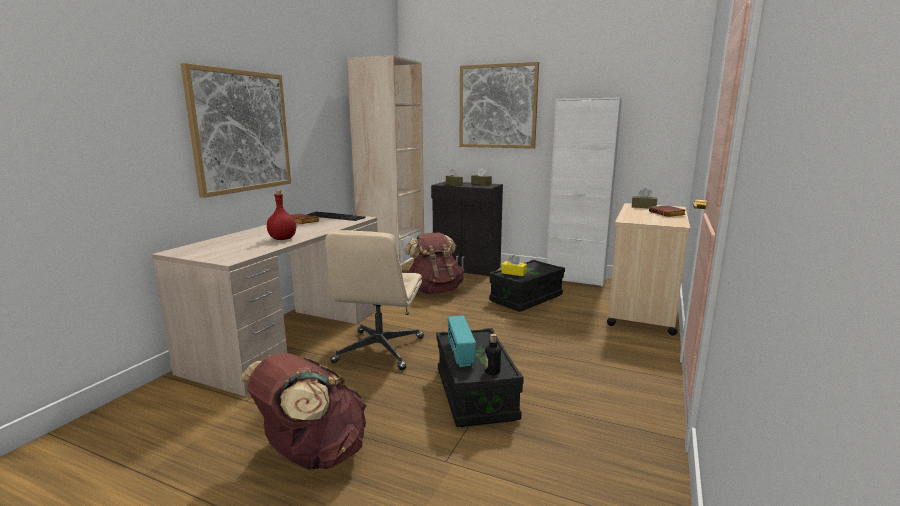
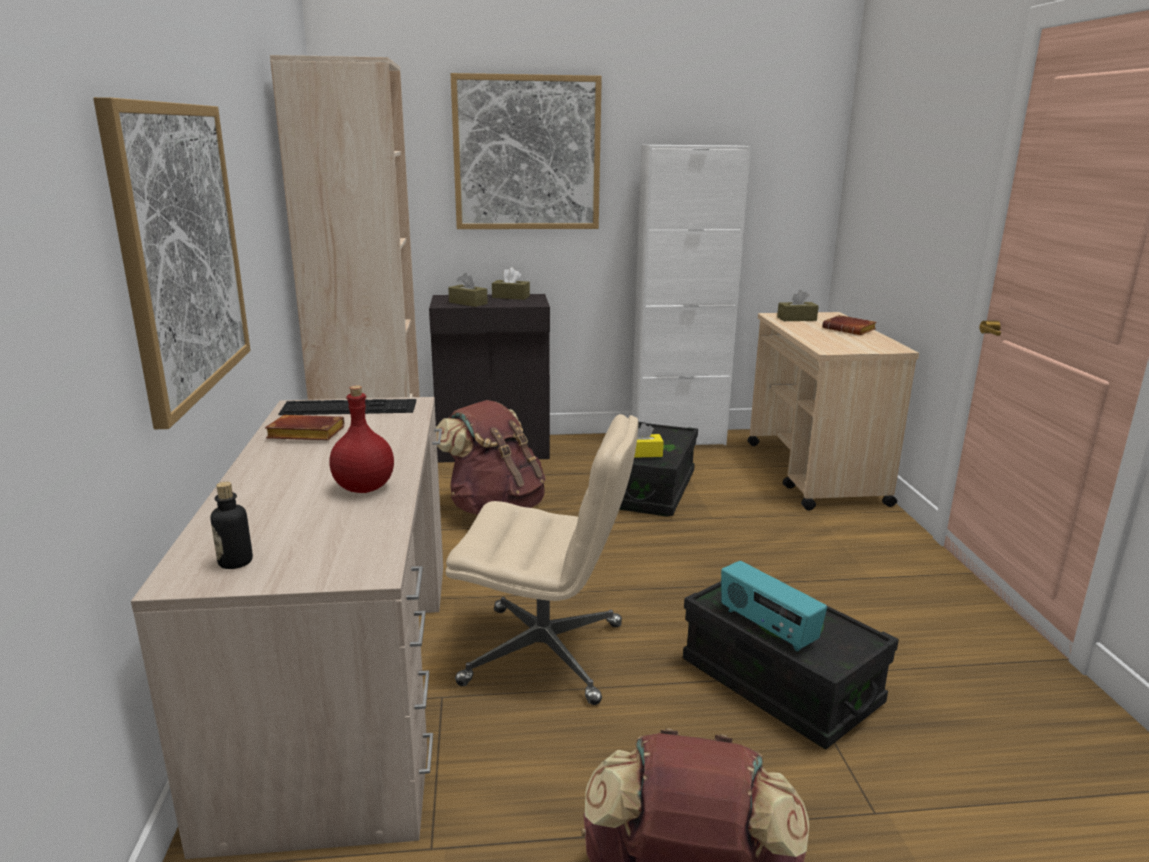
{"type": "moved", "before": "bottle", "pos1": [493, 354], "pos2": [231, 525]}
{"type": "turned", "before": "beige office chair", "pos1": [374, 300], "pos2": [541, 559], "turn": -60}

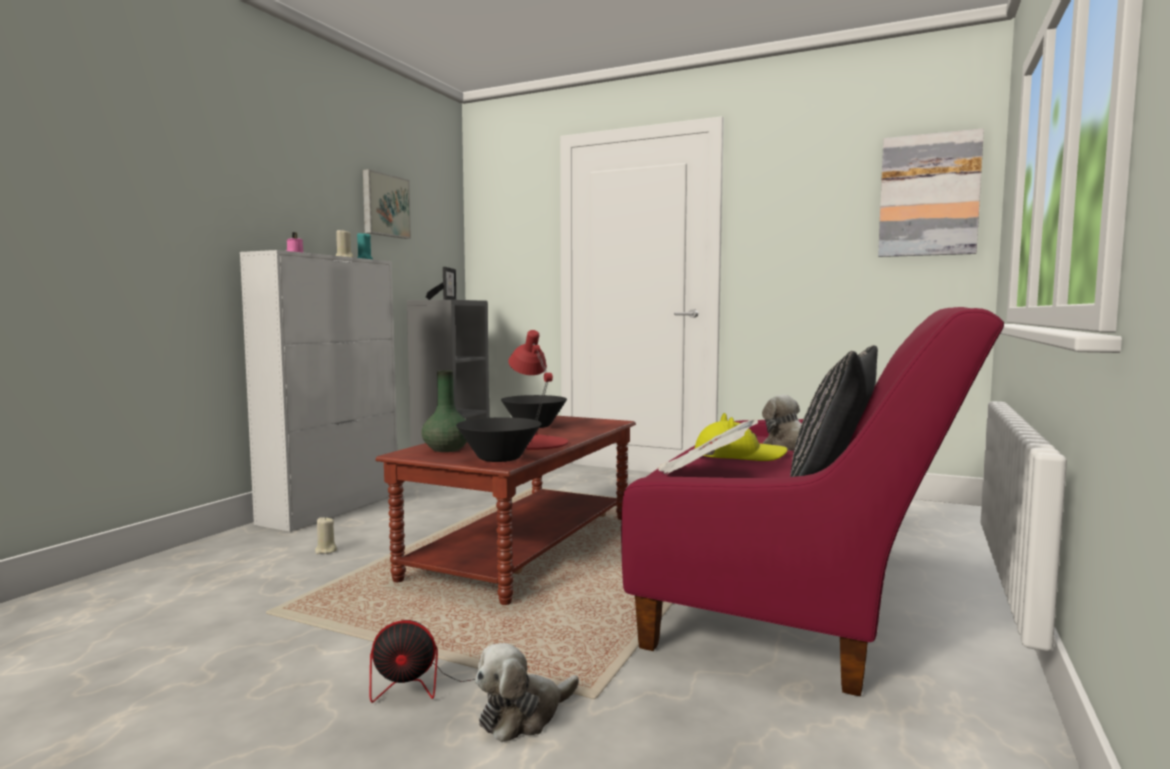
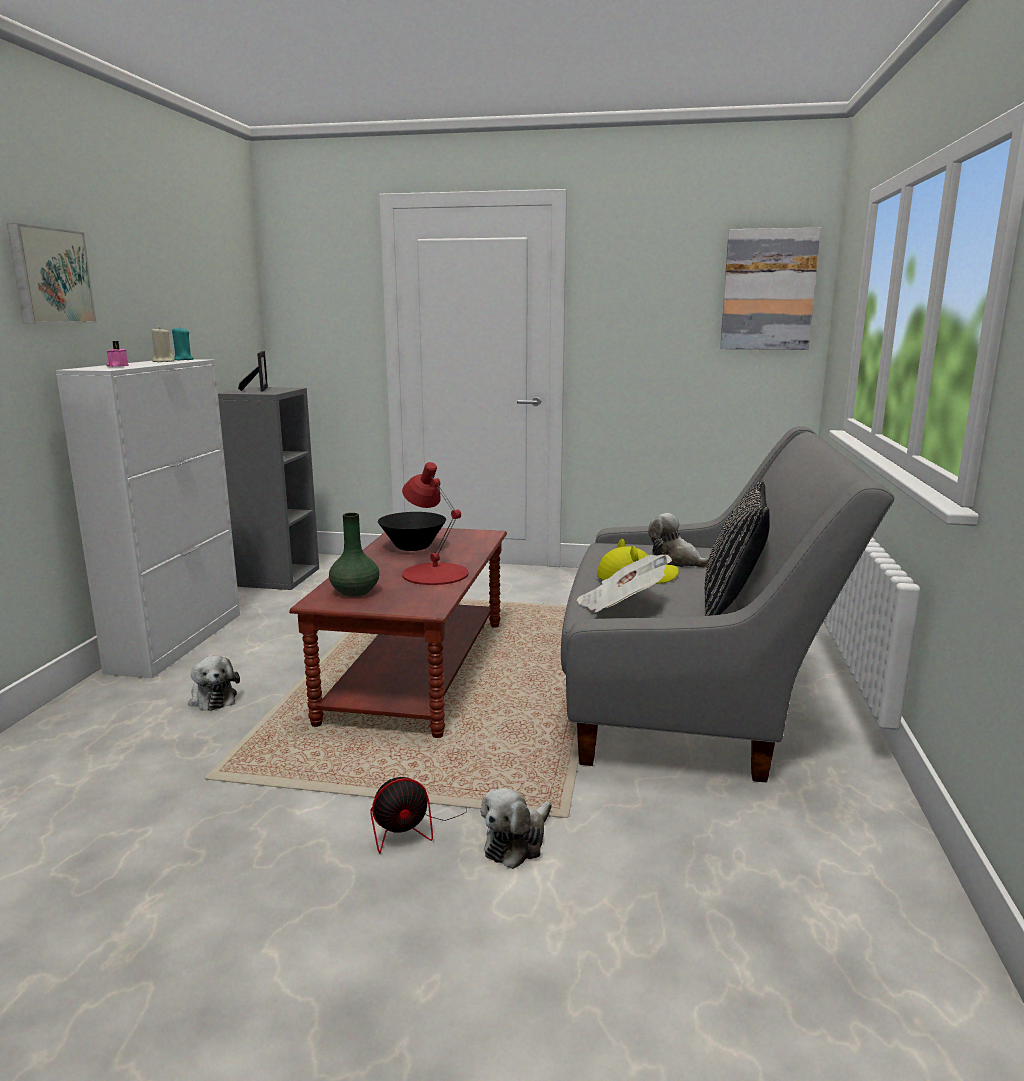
{"type": "removed", "before": "black bowl", "pos1": [498, 439]}
{"type": "moved", "before": "picture", "pos1": [387, 204], "pos2": [52, 273]}
{"type": "replaced", "before": "beige candle", "after": "plush toy", "pos1": [326, 535], "pos2": [214, 683]}
{"type": "recoloured", "before": "red sofa", "after": "grey sofa", "pos1": [812, 501], "pos2": [728, 604]}

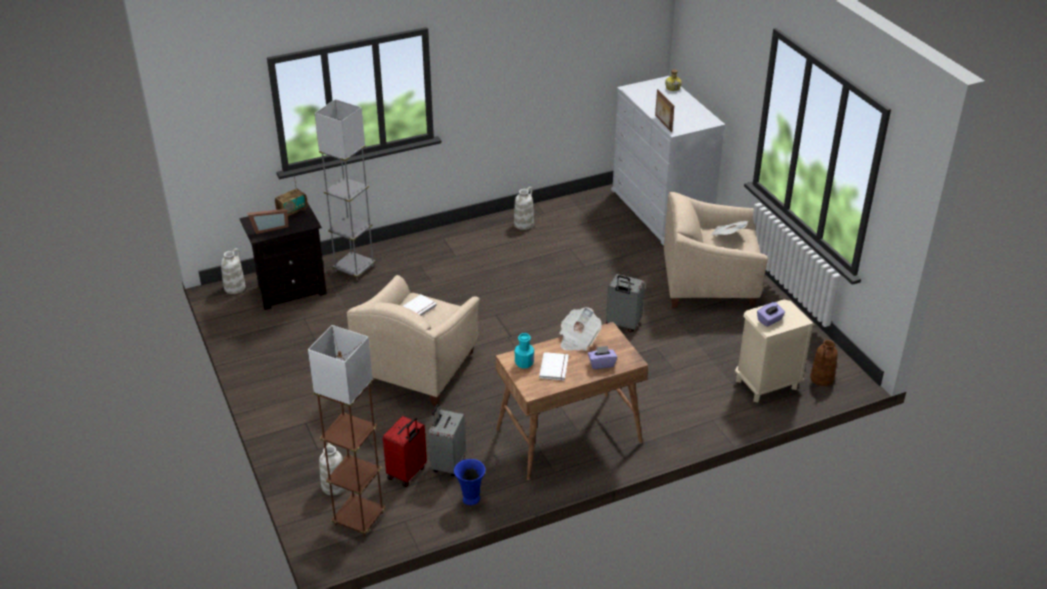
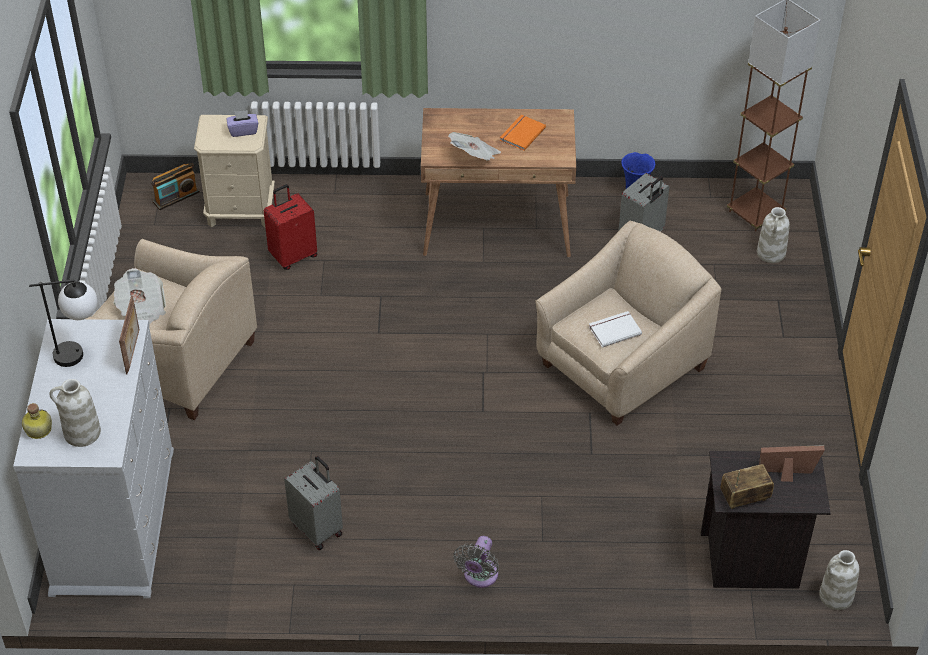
{"type": "removed", "before": "grey floor lamp", "pos1": [345, 189]}
{"type": "removed", "before": "turquoise bottle", "pos1": [524, 350]}
{"type": "removed", "before": "purple tissue box", "pos1": [602, 357]}
{"type": "added", "after": "table lamp", "pos2": [63, 323]}
{"type": "added", "after": "grey fan", "pos2": [476, 562]}
{"type": "moved", "before": "red suitcase", "pos1": [405, 451], "pos2": [290, 227]}
{"type": "moved", "before": "white vase", "pos1": [524, 208], "pos2": [75, 413]}
{"type": "moved", "before": "grey suitcase", "pos1": [625, 303], "pos2": [313, 503]}
{"type": "replaced", "before": "brown vase", "after": "radio", "pos1": [824, 363], "pos2": [176, 186]}
{"type": "recoloured", "before": "white book", "after": "orange book", "pos1": [554, 366], "pos2": [523, 133]}

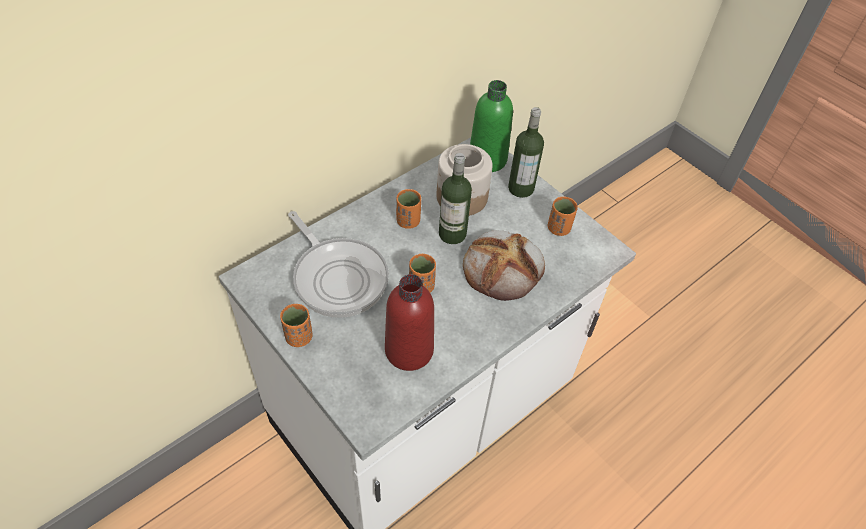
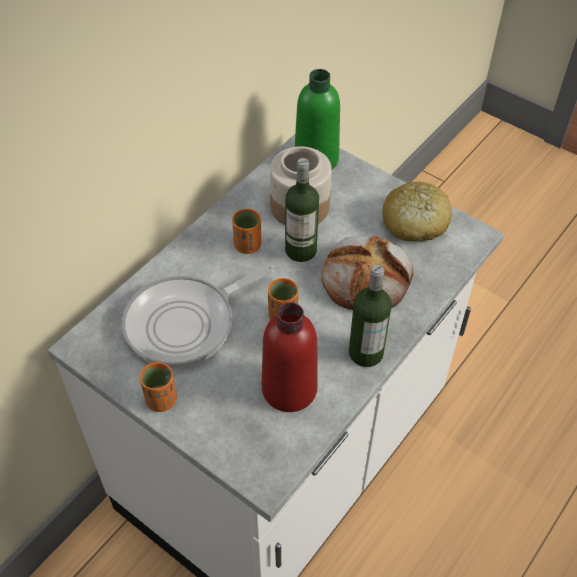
{"type": "moved", "before": "bottle", "pos1": [526, 152], "pos2": [370, 315]}
{"type": "replaced", "before": "orange cup", "after": "bread", "pos1": [563, 216], "pos2": [417, 211]}
{"type": "turned", "before": "frying pan", "pos1": [338, 264], "pos2": [198, 316], "turn": 105}

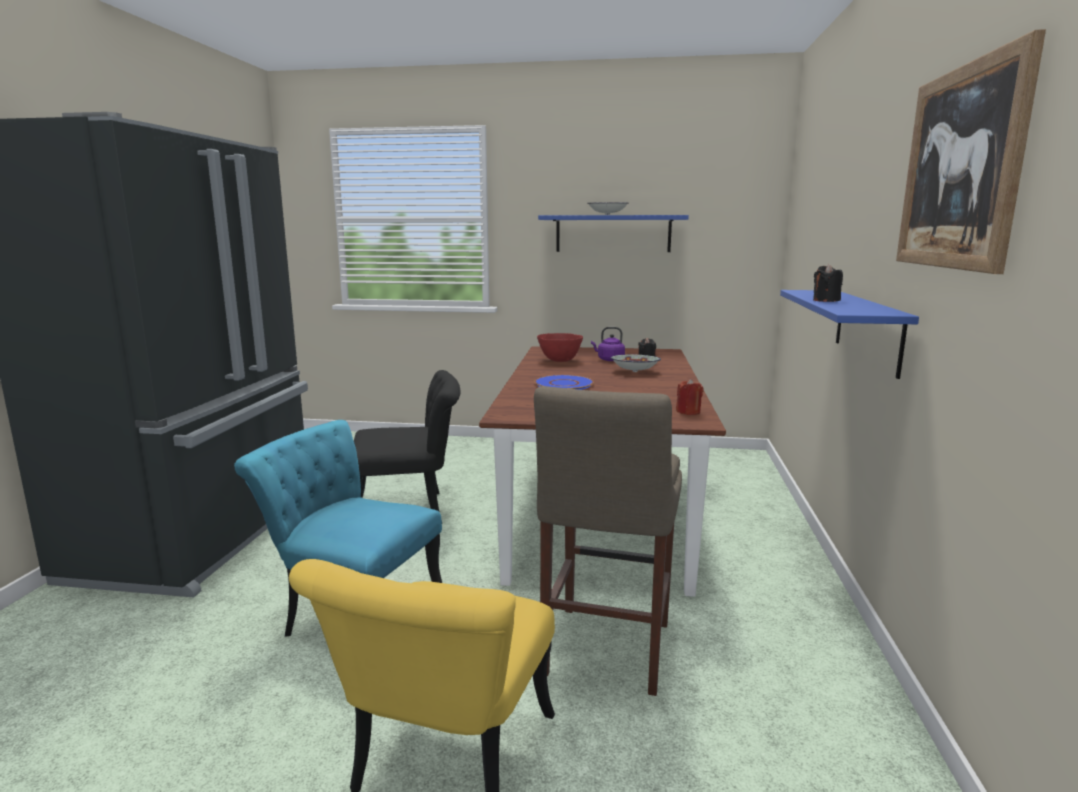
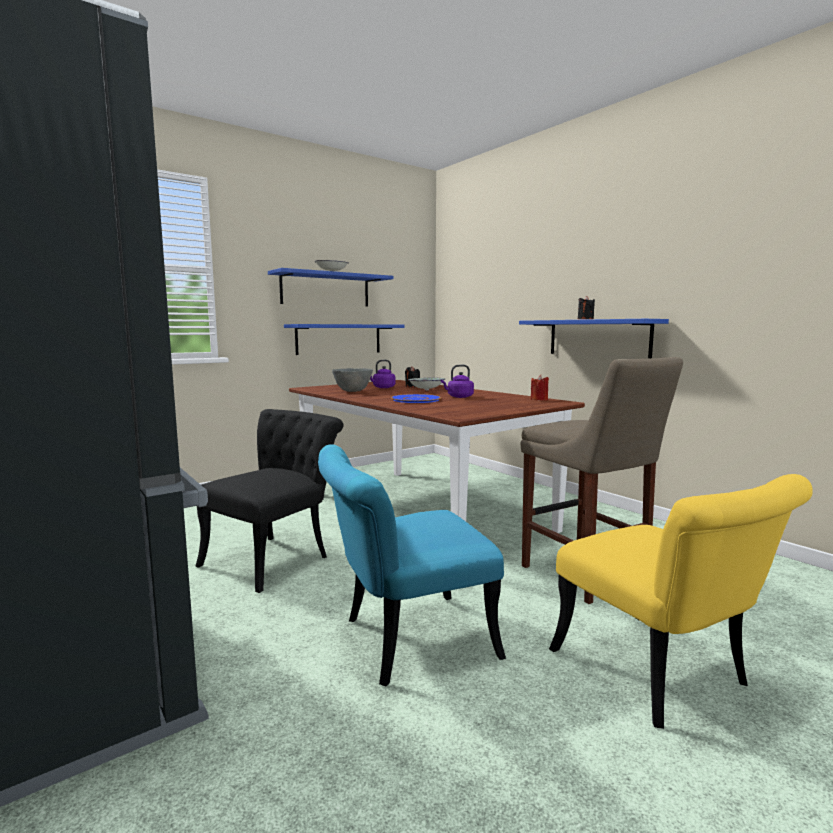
{"type": "removed", "before": "picture", "pos1": [971, 151]}
{"type": "added", "after": "blue shelf", "pos2": [344, 339]}
{"type": "added", "after": "purple kettle", "pos2": [457, 381]}
{"type": "recoloured", "before": "red bowl", "after": "grey bowl", "pos1": [560, 347], "pos2": [352, 380]}

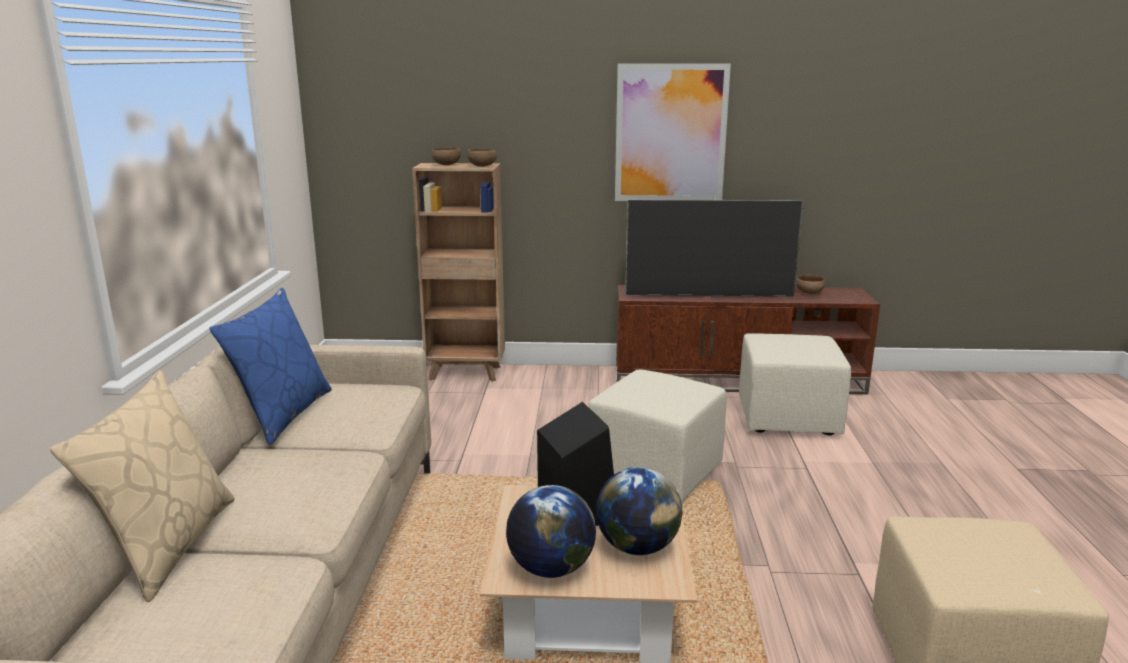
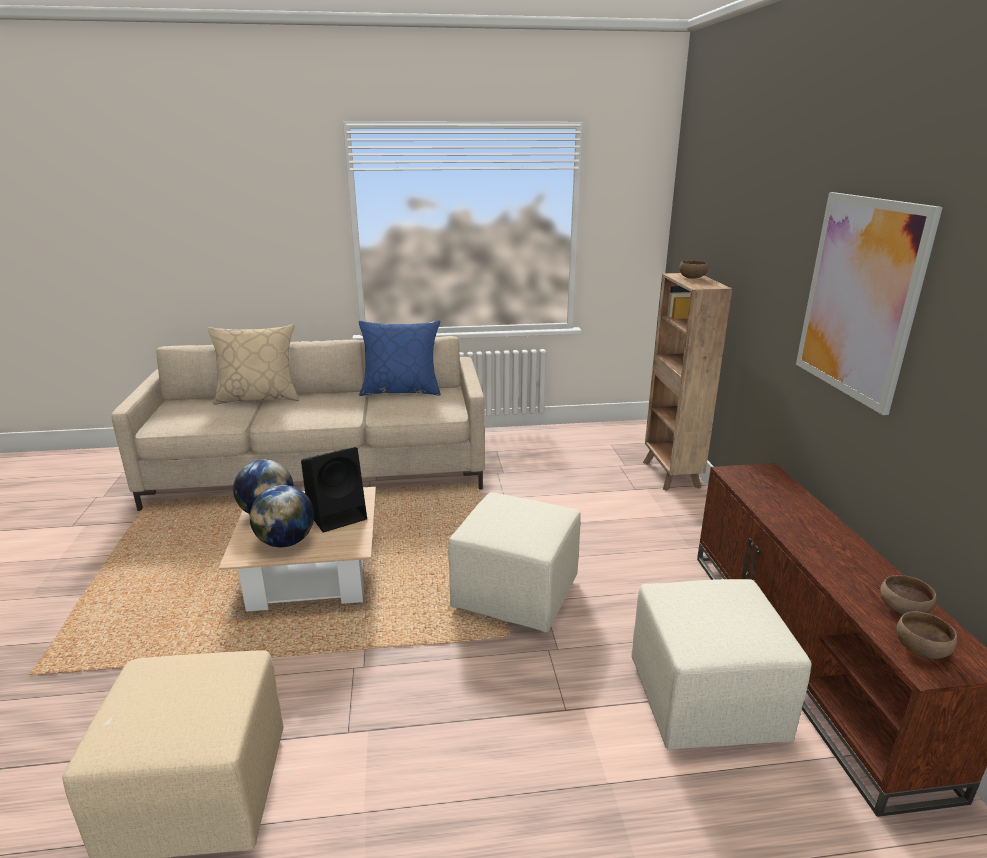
{"type": "removed", "before": "television", "pos1": [714, 247]}
{"type": "moved", "before": "brown bowl", "pos1": [482, 158], "pos2": [926, 635]}

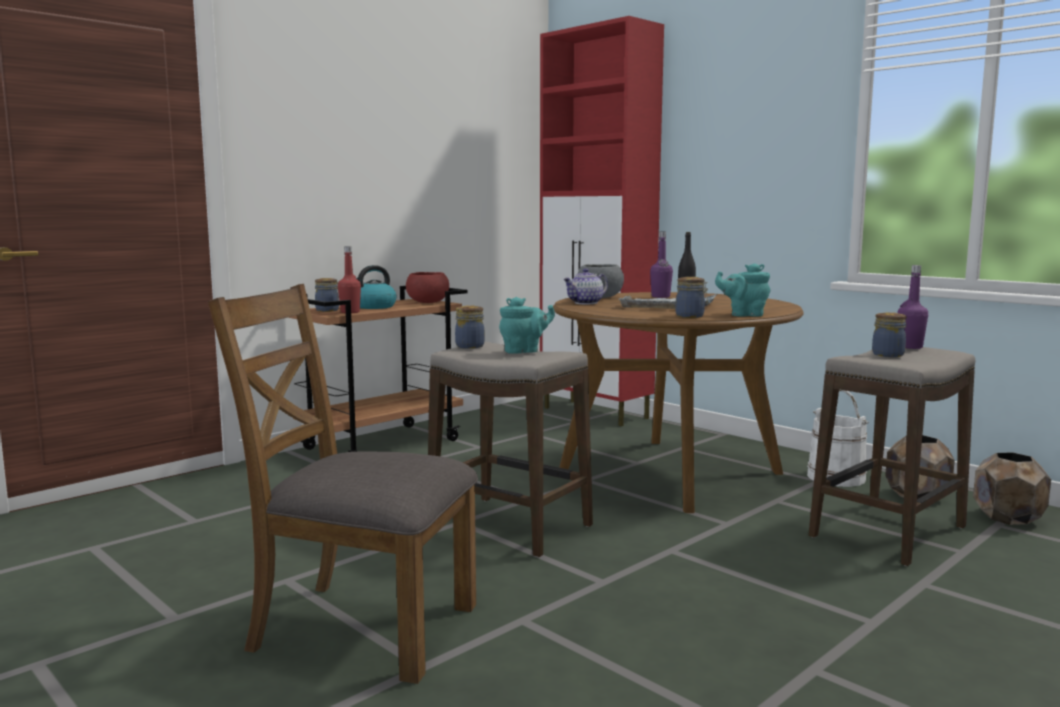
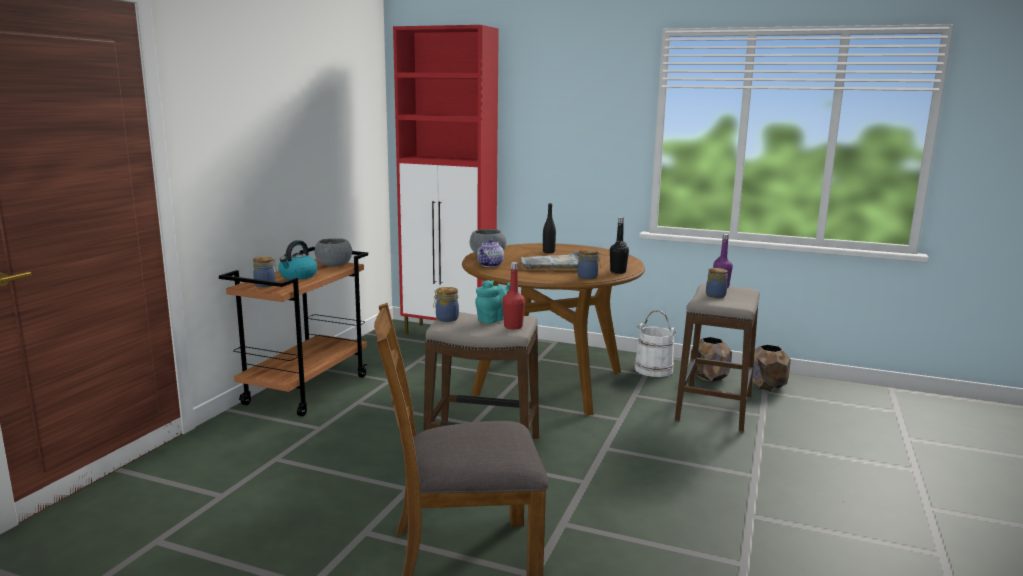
{"type": "removed", "before": "purple bottle", "pos1": [661, 265]}
{"type": "moved", "before": "red bottle", "pos1": [349, 279], "pos2": [513, 295]}
{"type": "replaced", "before": "turquoise teapot", "after": "black bottle", "pos1": [742, 290], "pos2": [619, 245]}
{"type": "recoloured", "before": "red bowl", "after": "grey bowl", "pos1": [427, 287], "pos2": [333, 252]}

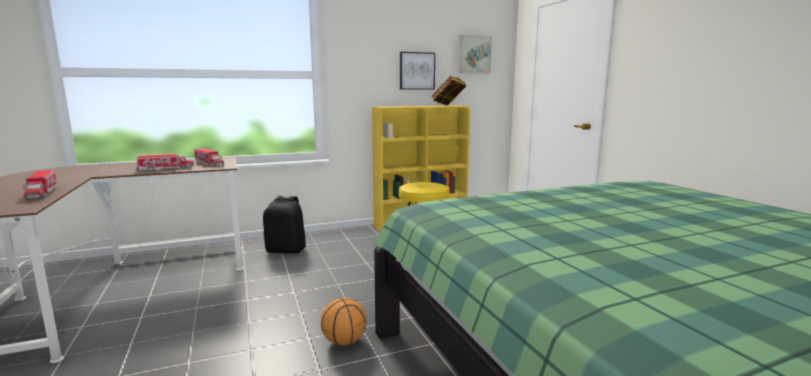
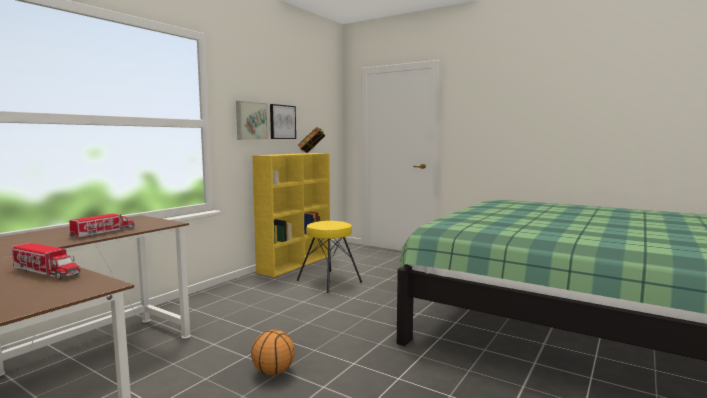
{"type": "removed", "before": "toy truck", "pos1": [209, 157]}
{"type": "removed", "before": "black backpack", "pos1": [284, 224]}
{"type": "moved", "before": "basketball", "pos1": [344, 321], "pos2": [273, 352]}
{"type": "moved", "before": "picture", "pos1": [475, 54], "pos2": [252, 120]}

